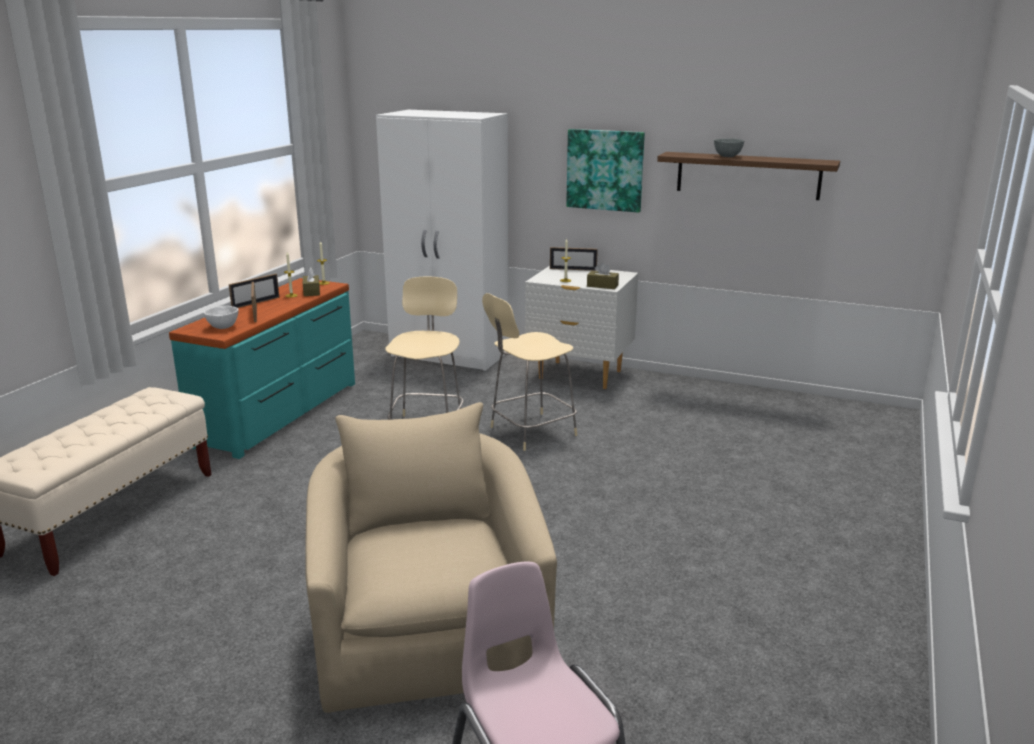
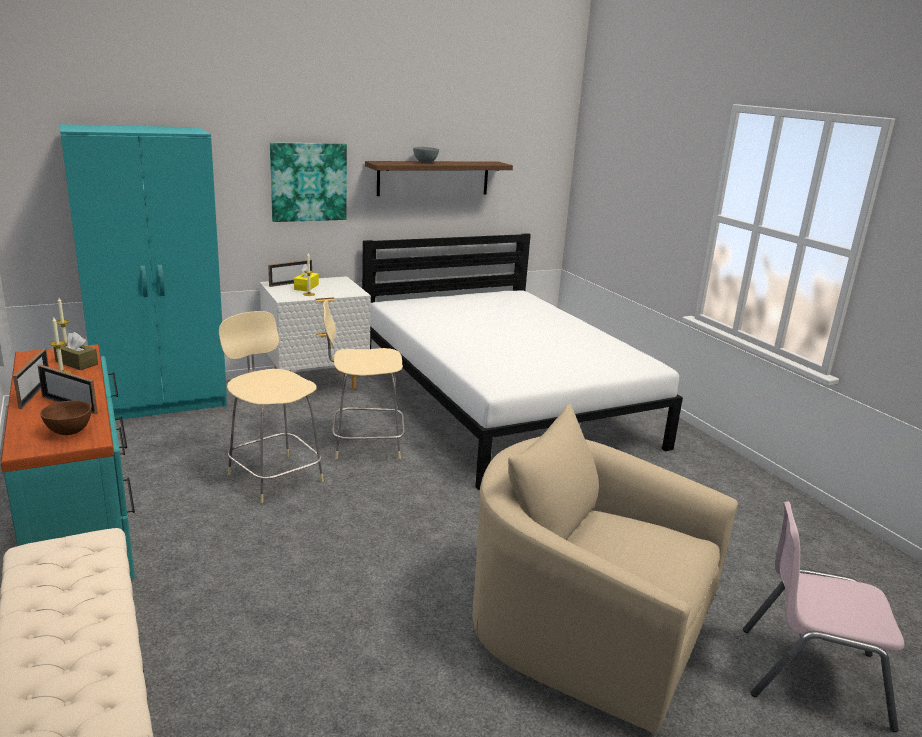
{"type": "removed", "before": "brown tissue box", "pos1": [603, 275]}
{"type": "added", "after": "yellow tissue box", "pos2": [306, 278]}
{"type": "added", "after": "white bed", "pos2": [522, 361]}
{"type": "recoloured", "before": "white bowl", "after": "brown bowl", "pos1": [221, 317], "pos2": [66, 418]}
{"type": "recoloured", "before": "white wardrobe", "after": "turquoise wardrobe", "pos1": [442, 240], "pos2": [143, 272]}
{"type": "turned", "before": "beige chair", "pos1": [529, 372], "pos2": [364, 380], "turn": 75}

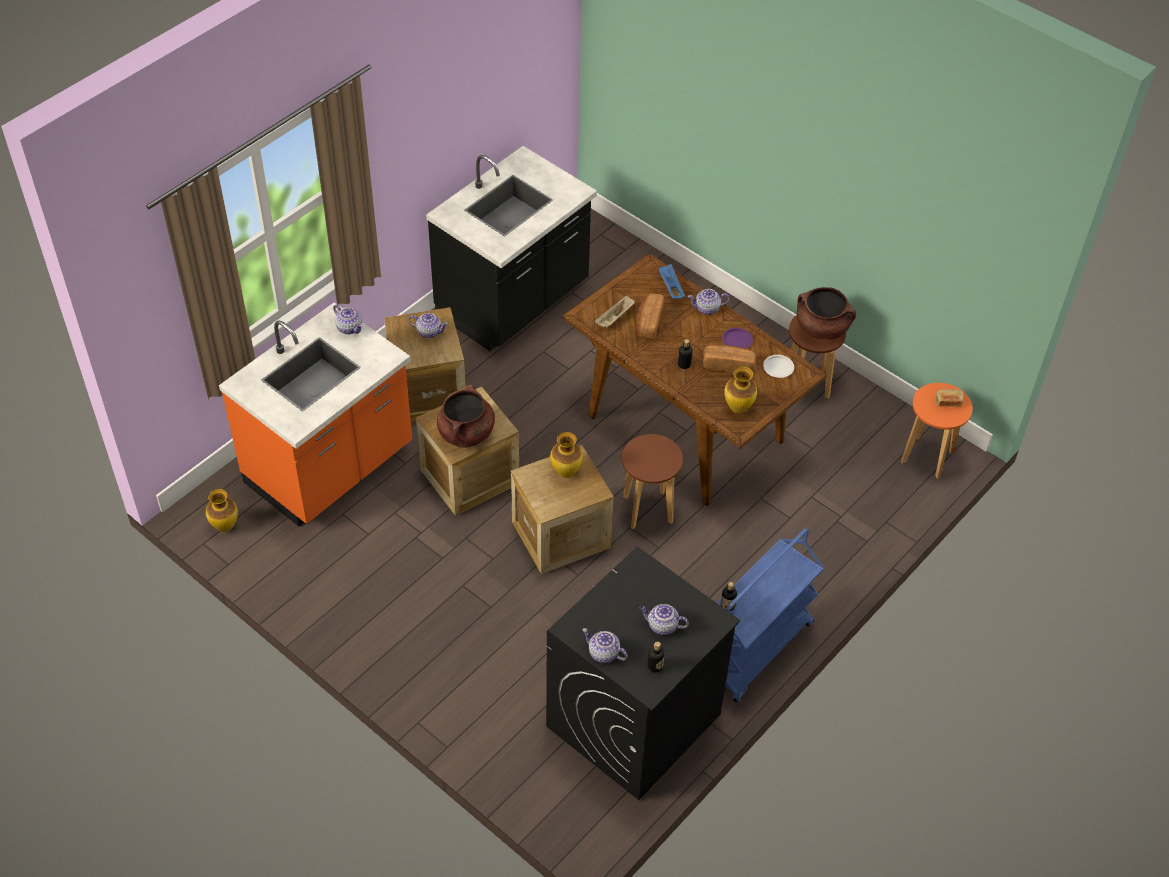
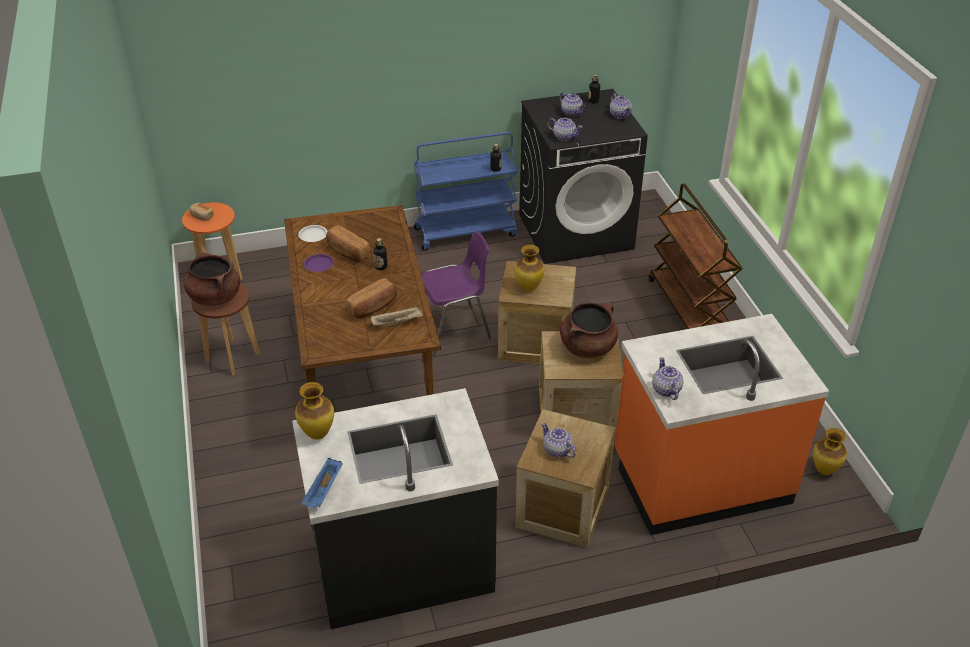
{"type": "added", "after": "brown cart", "pos2": [695, 256]}
{"type": "moved", "before": "blue tray", "pos1": [671, 281], "pos2": [322, 482]}
{"type": "moved", "before": "teapot", "pos1": [708, 302], "pos2": [565, 129]}
{"type": "moved", "before": "vase", "pos1": [740, 390], "pos2": [314, 411]}
{"type": "replaced", "before": "brown stool", "after": "purple chair", "pos1": [652, 481], "pos2": [456, 293]}

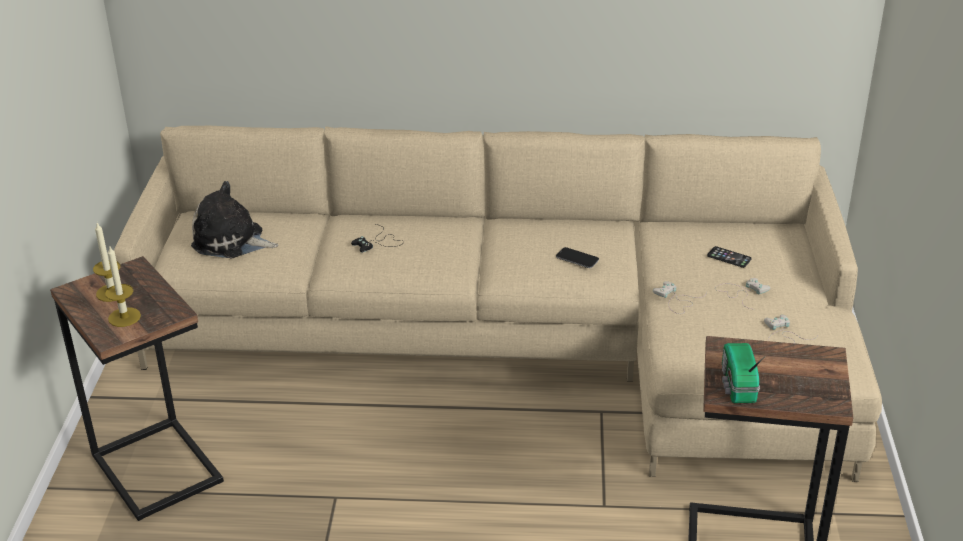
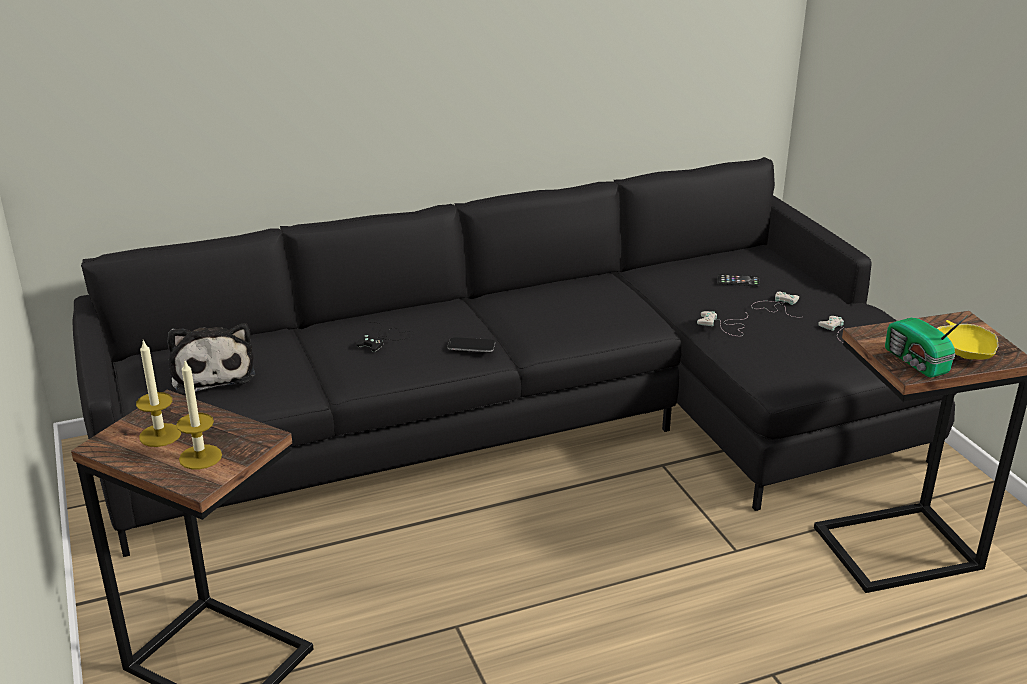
{"type": "added", "after": "yellow bowl", "pos2": [967, 340]}
{"type": "moved", "before": "phone", "pos1": [577, 257], "pos2": [471, 344]}
{"type": "recoloured", "before": "beige sofa", "after": "black sofa", "pos1": [498, 304], "pos2": [514, 357]}
{"type": "turned", "before": "plush toy", "pos1": [234, 219], "pos2": [211, 359], "turn": -105}

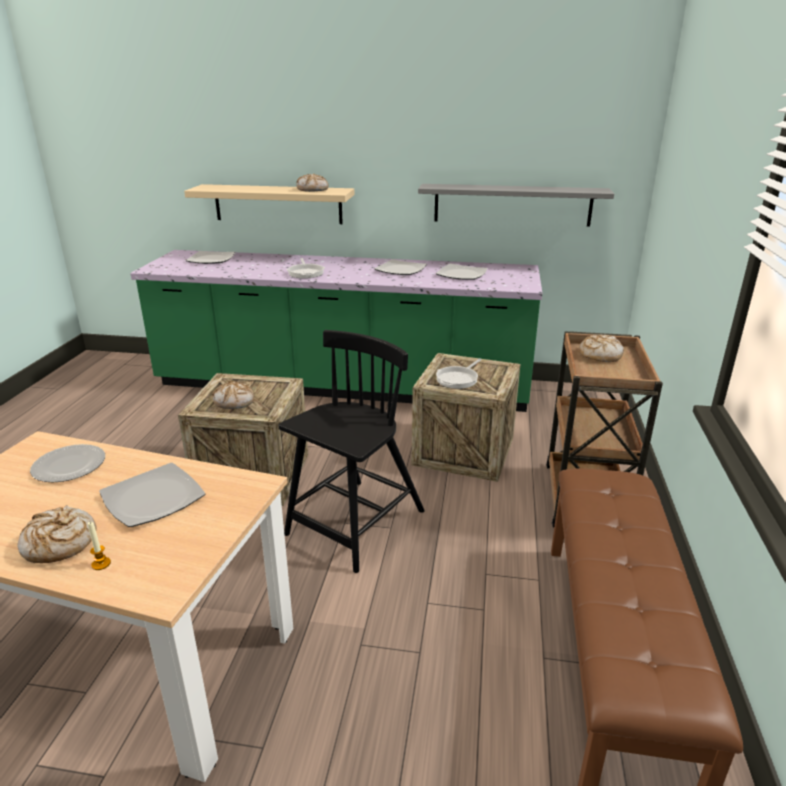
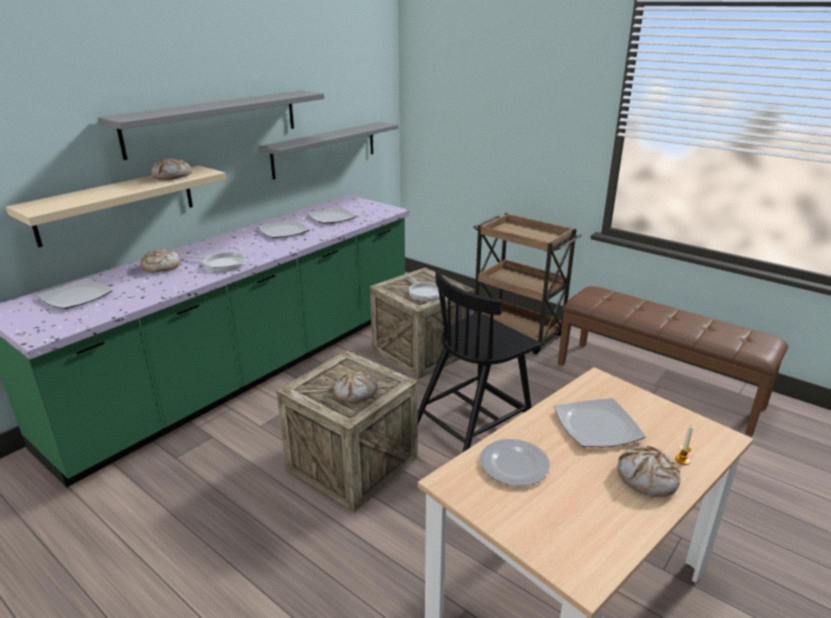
{"type": "added", "after": "grey shelf", "pos2": [211, 125]}
{"type": "moved", "before": "bread", "pos1": [601, 348], "pos2": [160, 260]}
{"type": "turned", "before": "black chair", "pos1": [352, 451], "pos2": [479, 361], "turn": -105}

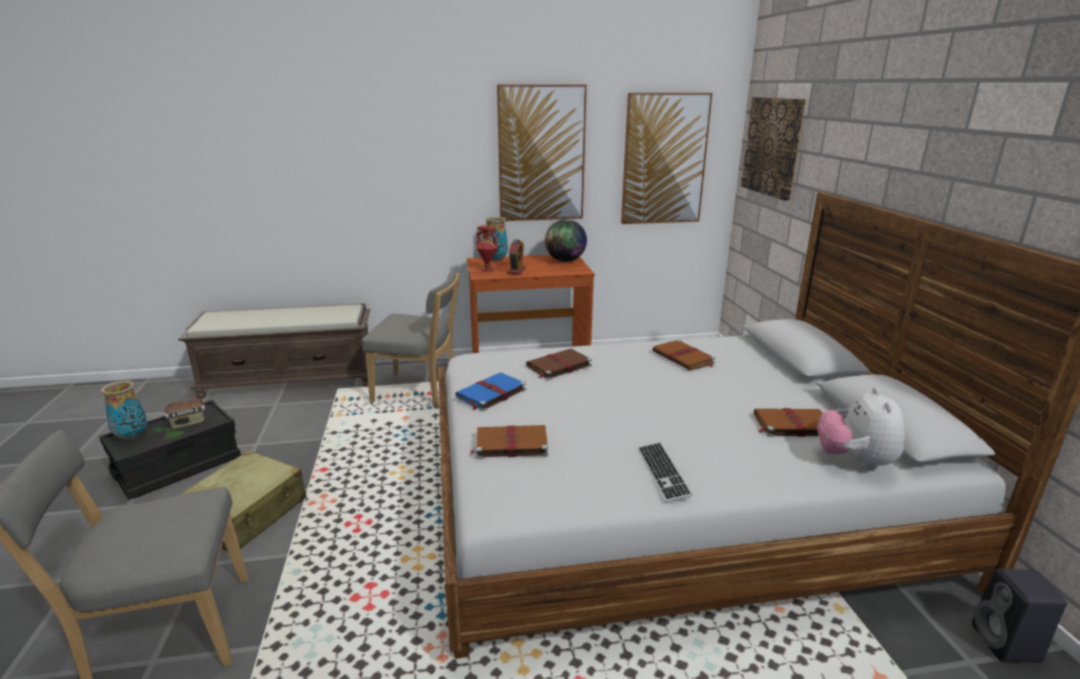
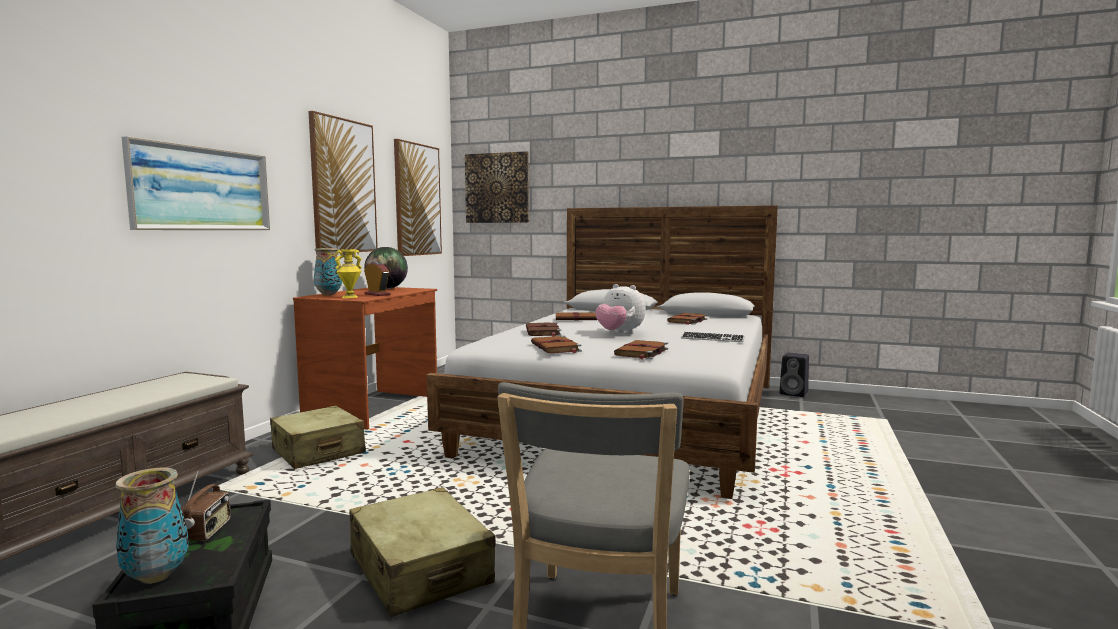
{"type": "added", "after": "picture", "pos2": [196, 183]}
{"type": "moved", "before": "plush toy", "pos1": [861, 429], "pos2": [620, 309]}
{"type": "replaced", "before": "grey chair", "after": "beige suitcase", "pos1": [411, 338], "pos2": [318, 437]}
{"type": "recoloured", "before": "blue book", "after": "brown book", "pos1": [490, 392], "pos2": [556, 344]}
{"type": "recoloured", "before": "red vase", "after": "yellow vase", "pos1": [487, 248], "pos2": [348, 273]}

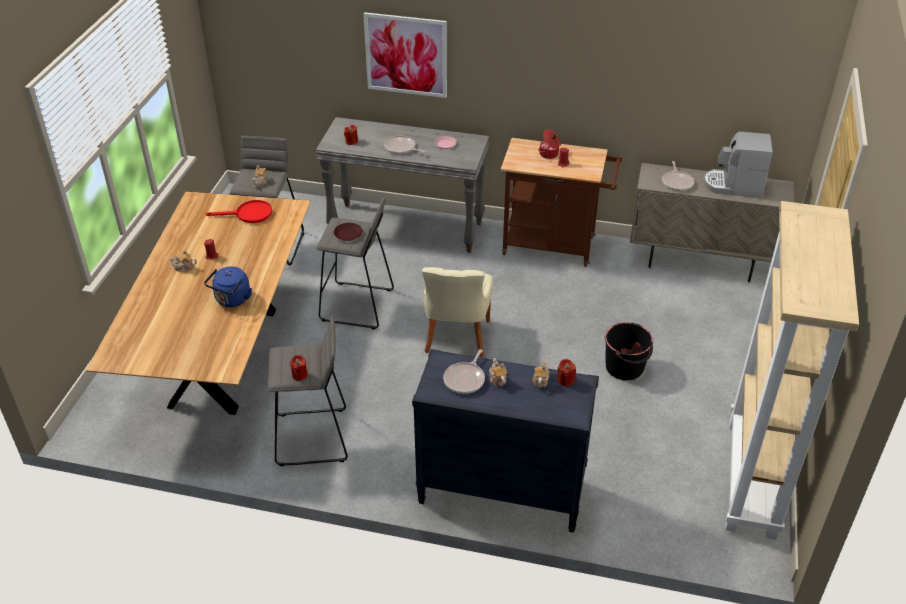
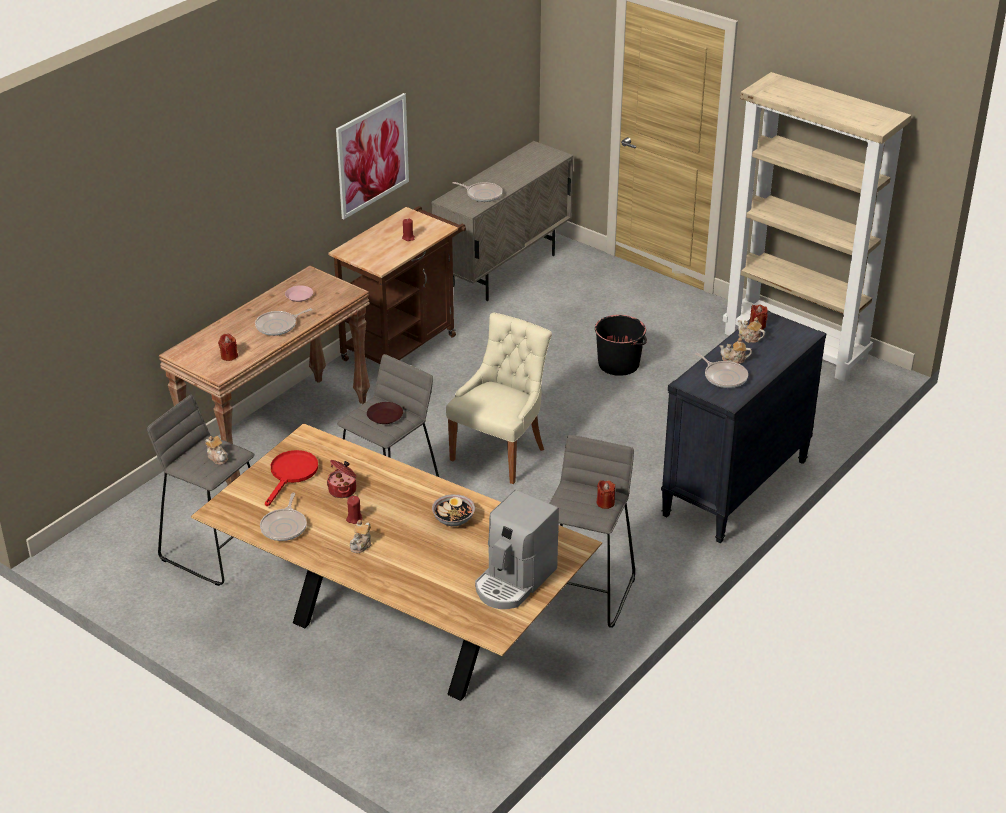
{"type": "added", "after": "frying pan", "pos2": [283, 516]}
{"type": "moved", "before": "picture", "pos1": [405, 55], "pos2": [372, 156]}
{"type": "moved", "before": "cooking pot", "pos1": [549, 144], "pos2": [342, 479]}
{"type": "moved", "before": "coffee machine", "pos1": [738, 164], "pos2": [517, 549]}
{"type": "replaced", "before": "blue kettle", "after": "bowl", "pos1": [228, 286], "pos2": [453, 510]}
{"type": "recoloured", "before": "grey console table", "after": "brown console table", "pos1": [403, 185], "pos2": [264, 375]}
{"type": "turned", "before": "beige chair", "pos1": [457, 312], "pos2": [499, 398], "turn": -90}

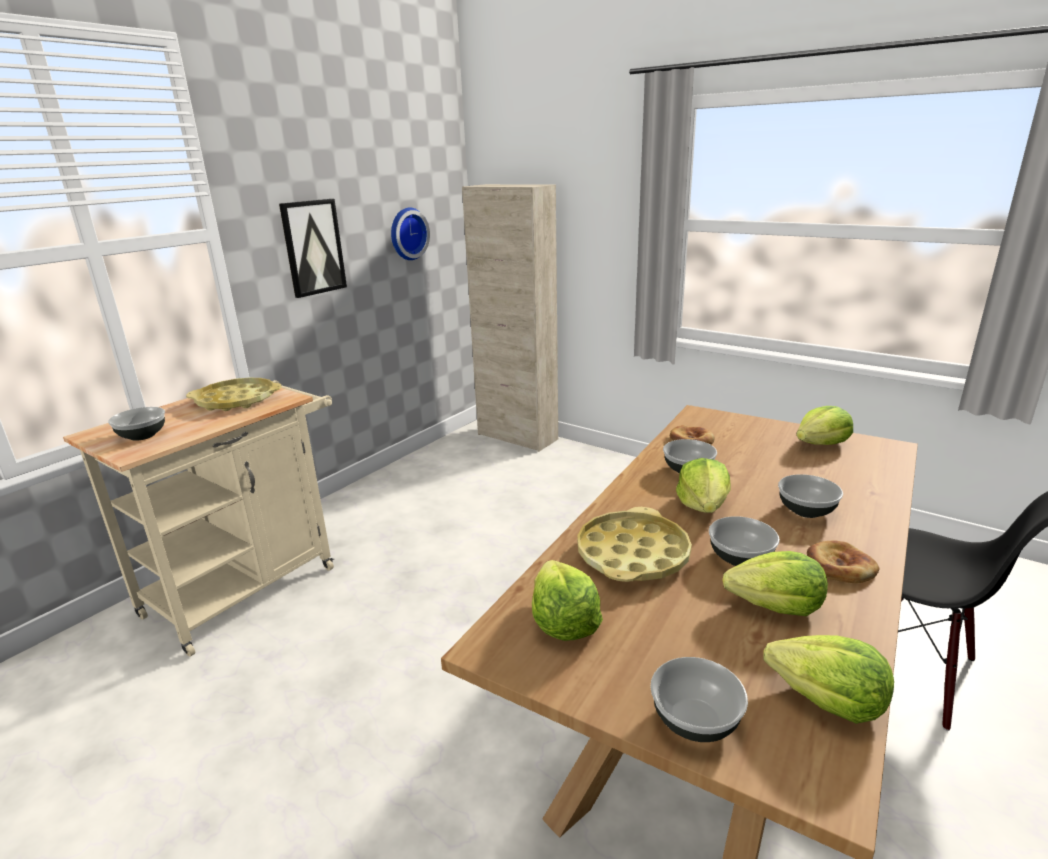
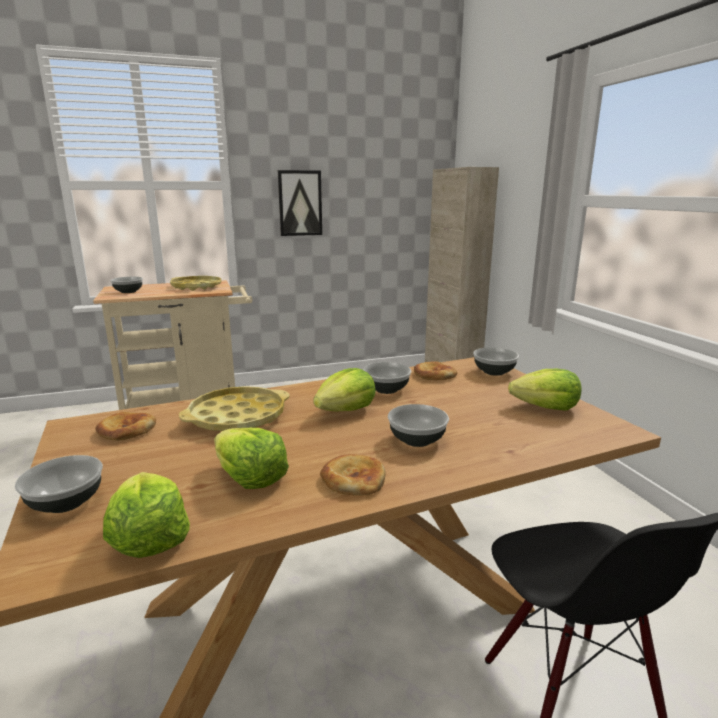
{"type": "removed", "before": "wall clock", "pos1": [410, 234]}
{"type": "moved", "before": "bowl", "pos1": [744, 541], "pos2": [496, 361]}
{"type": "replaced", "before": "lettuce", "after": "bread", "pos1": [567, 600], "pos2": [125, 426]}

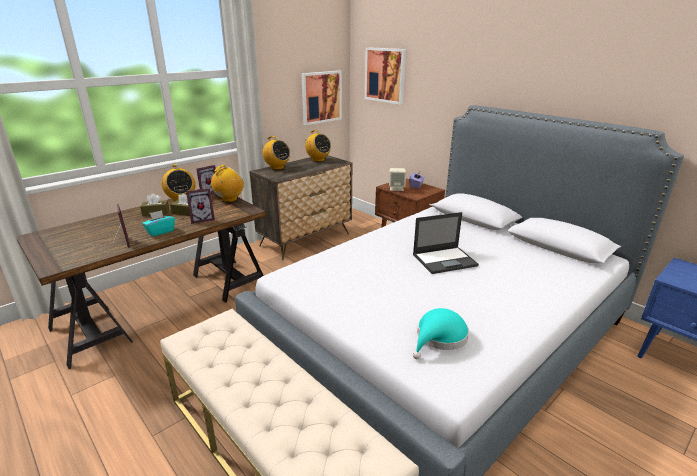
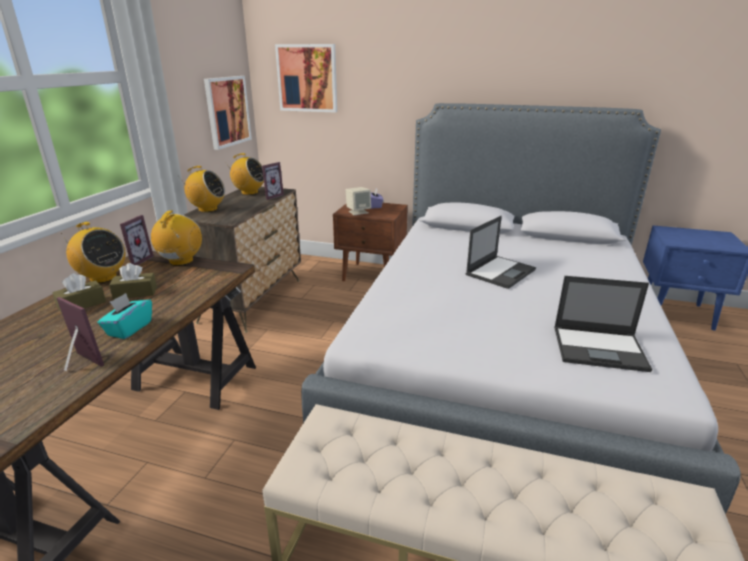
{"type": "moved", "before": "picture frame", "pos1": [200, 206], "pos2": [273, 181]}
{"type": "replaced", "before": "turquoise hat", "after": "laptop", "pos1": [441, 333], "pos2": [603, 324]}

